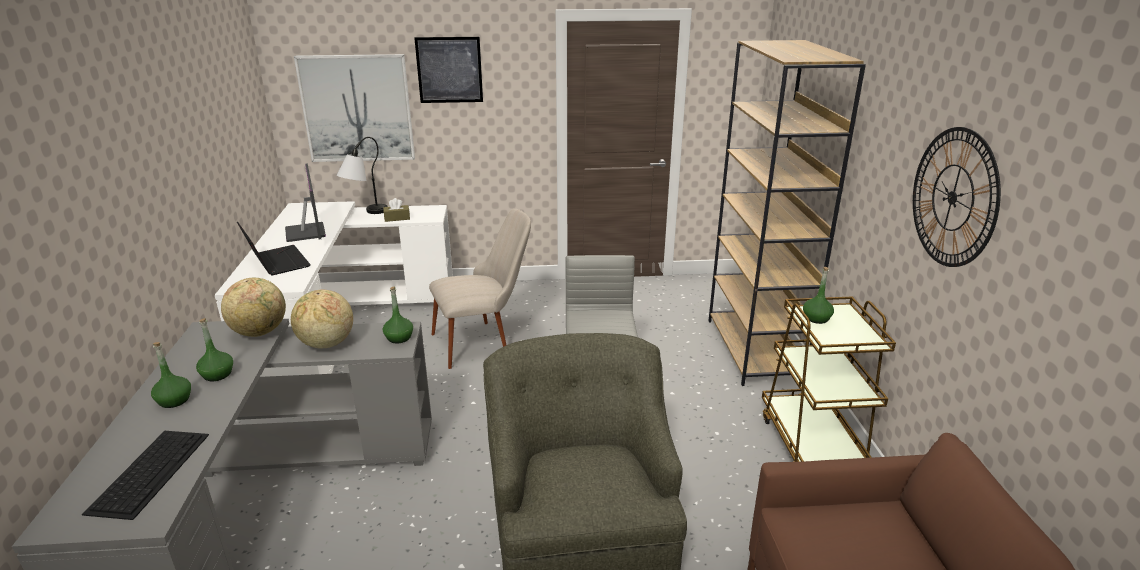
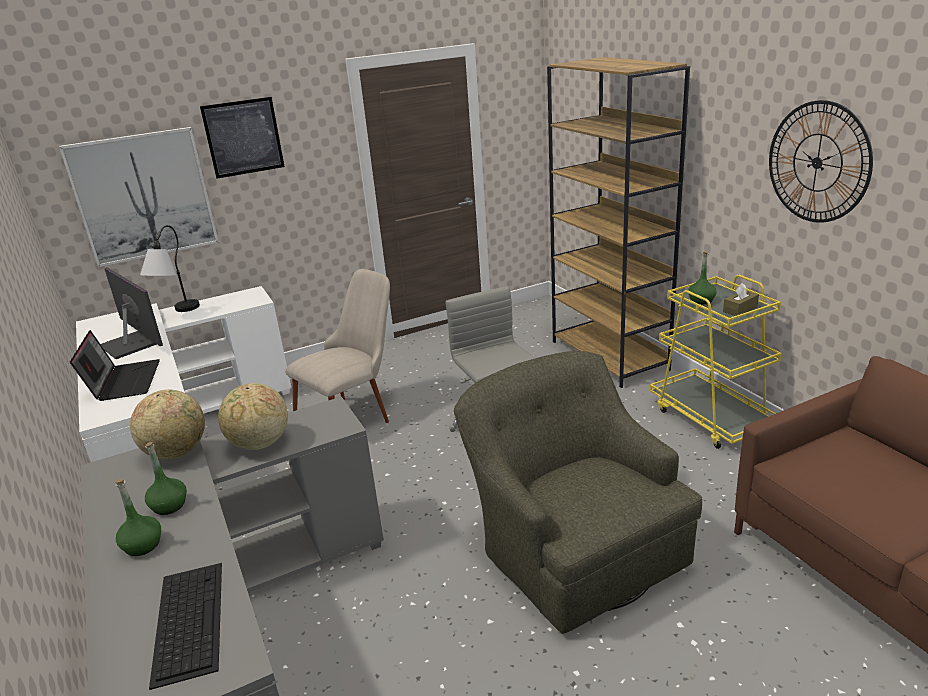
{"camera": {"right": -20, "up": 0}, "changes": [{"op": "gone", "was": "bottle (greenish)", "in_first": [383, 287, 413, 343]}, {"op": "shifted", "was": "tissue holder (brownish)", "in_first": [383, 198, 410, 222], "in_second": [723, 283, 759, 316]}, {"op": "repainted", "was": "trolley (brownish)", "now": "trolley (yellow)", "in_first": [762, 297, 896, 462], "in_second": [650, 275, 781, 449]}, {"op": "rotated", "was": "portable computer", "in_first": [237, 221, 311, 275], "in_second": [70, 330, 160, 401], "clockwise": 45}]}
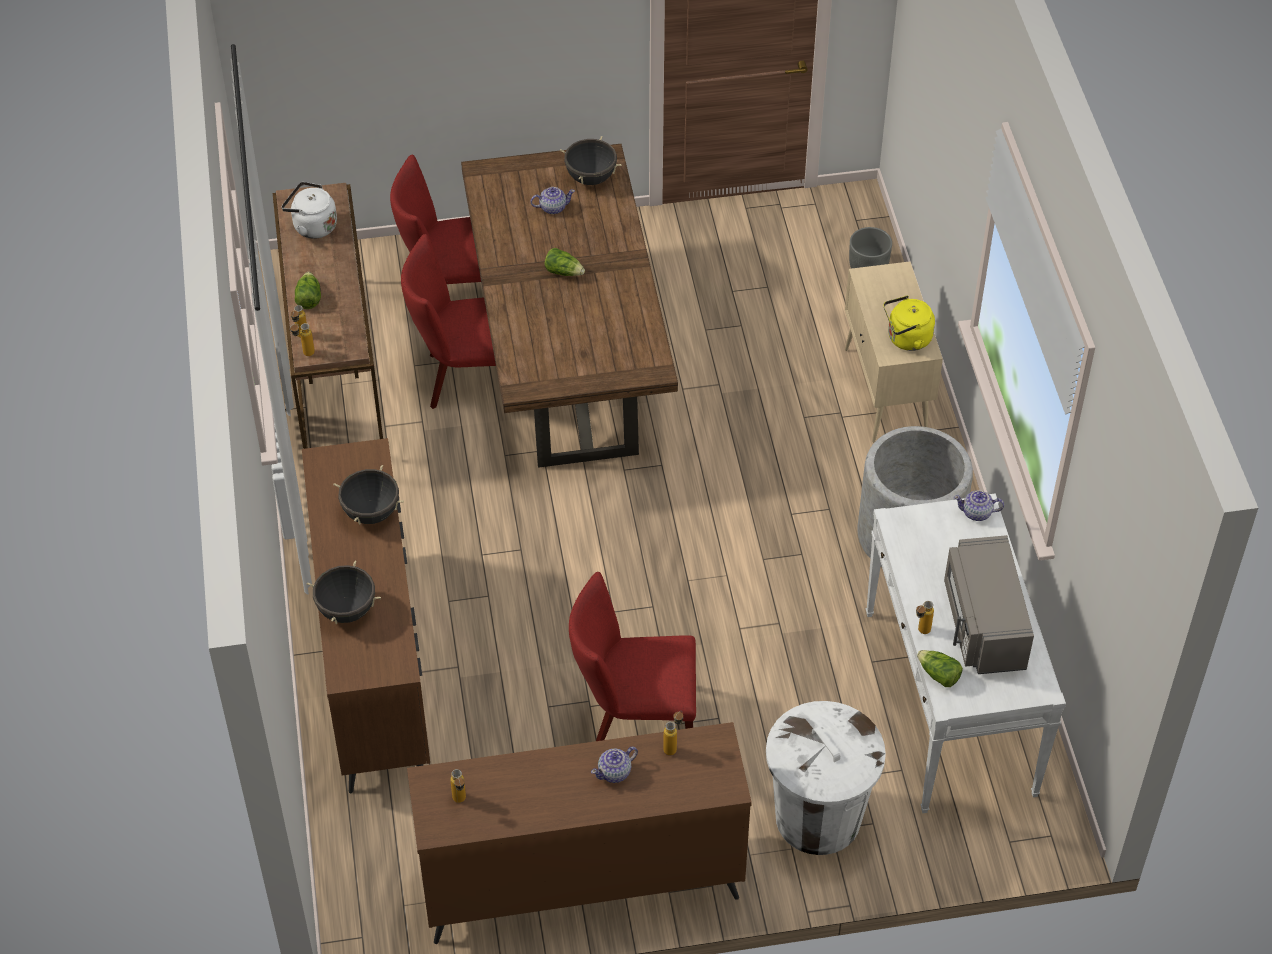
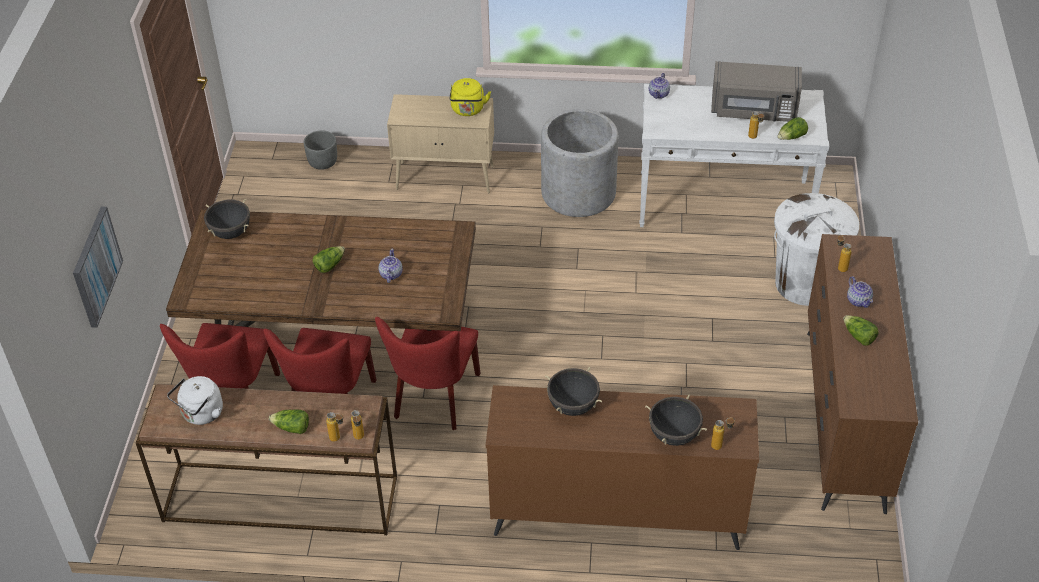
{"camera": {"right": -75, "up": -5}, "changes": [{"op": "new", "now": "wall picture", "in_second": [73, 207, 123, 328]}, {"op": "new", "now": "head of lettuce", "in_second": [843, 315, 879, 346]}, {"op": "shifted", "was": "bottle", "in_first": [450, 769, 466, 803], "in_second": [711, 418, 735, 450]}, {"op": "shifted", "was": "pot for tea", "in_first": [531, 187, 575, 214], "in_second": [379, 248, 403, 283]}, {"op": "shifted", "was": "chair (reddish)", "in_first": [569, 572, 696, 741], "in_second": [375, 317, 480, 430]}]}
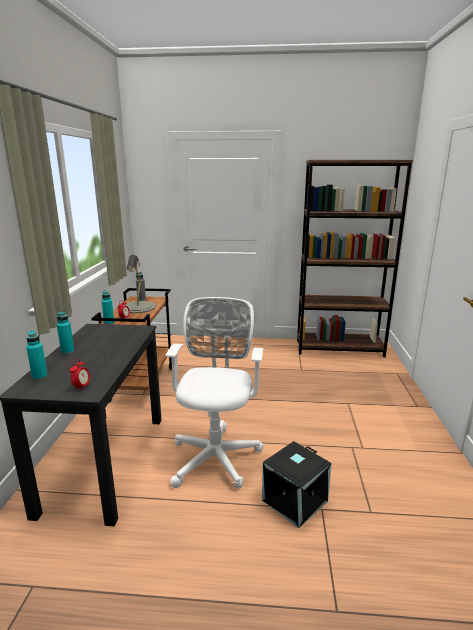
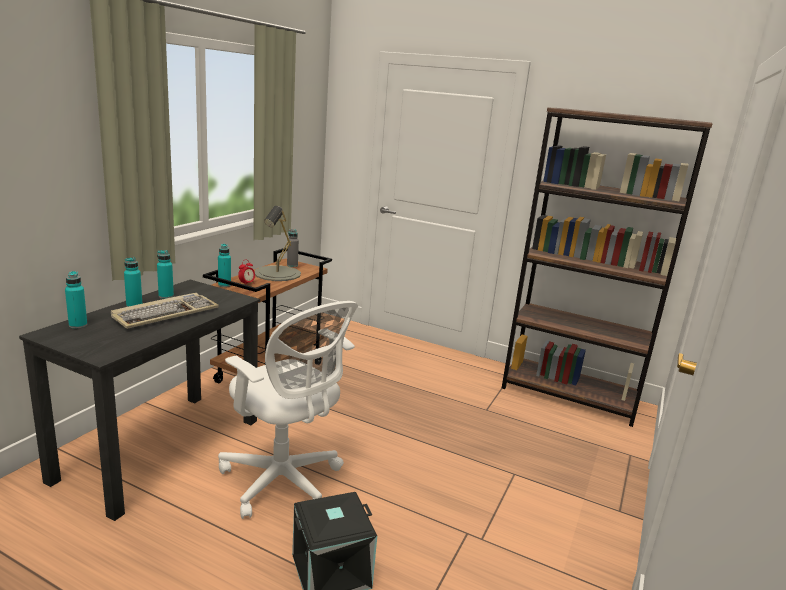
{"camera": {"right": 20, "up": 0}, "changes": [{"op": "gone", "was": "table clock", "in_first": [69, 359, 90, 388]}, {"op": "new", "now": "PC keyboard", "in_second": [111, 293, 219, 329]}, {"op": "new", "now": "bottle (turquoise)", "in_second": [157, 250, 174, 299]}, {"op": "rotated", "was": "computer chair (white-coloured)", "in_first": [166, 297, 264, 488], "in_second": [218, 301, 358, 519], "clockwise": 105}]}
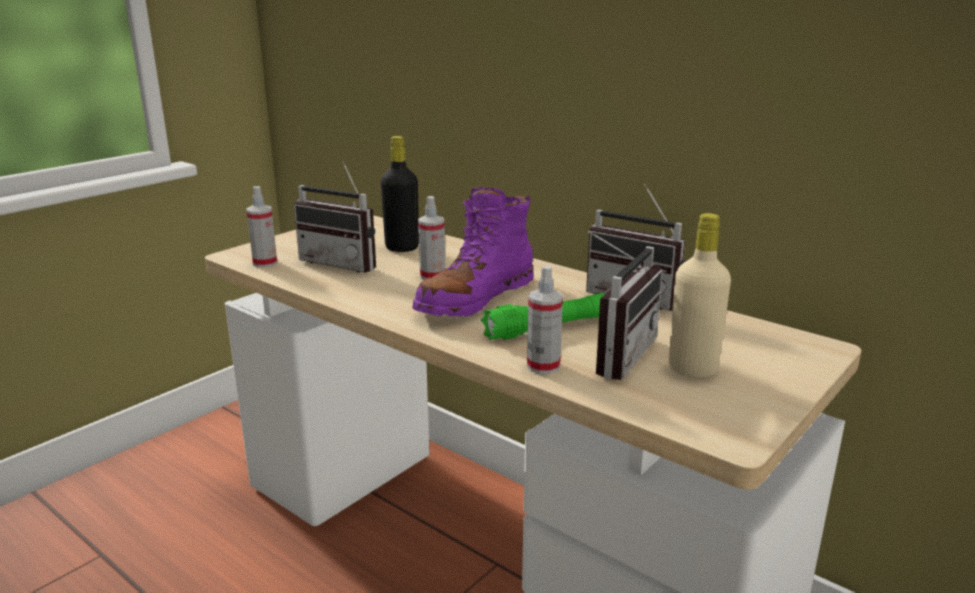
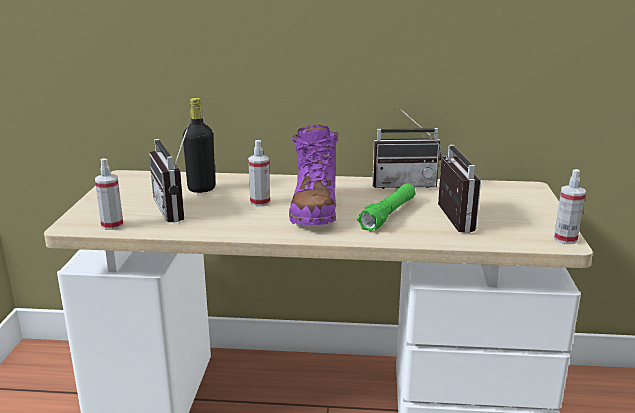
{"camera": {"right": -35, "up": 0}, "changes": [{"op": "gone", "was": "bottle (sand-coloured)", "in_first": [669, 213, 731, 378]}, {"op": "shifted", "was": "spray bottle", "in_first": [527, 266, 563, 374], "in_second": [554, 169, 586, 244]}, {"op": "rotated", "was": "radio", "in_first": [294, 161, 376, 273], "in_second": [149, 125, 189, 223], "clockwise": 75}]}
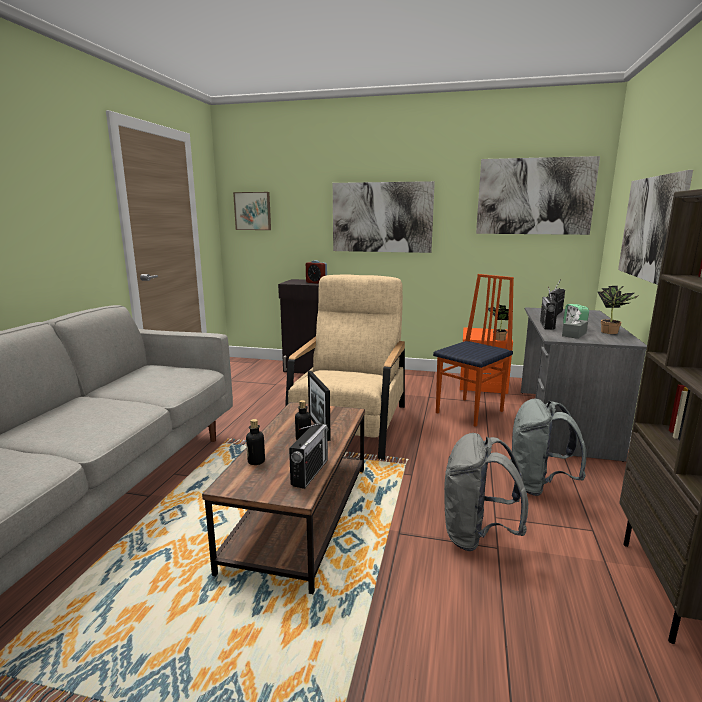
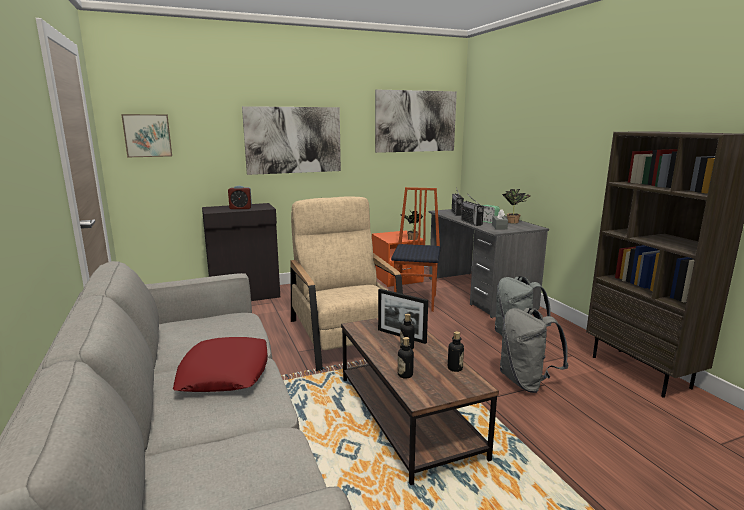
{"camera": {"right": -35, "up": 0}, "changes": [{"op": "gone", "was": "wall picture", "in_first": [618, 170, 693, 285]}, {"op": "new", "now": "throw pillow (reddish)", "in_second": [173, 337, 268, 392]}, {"op": "swapped", "was": "radio", "now": "bottle", "in_first": [289, 423, 328, 489], "in_second": [448, 331, 464, 372]}]}
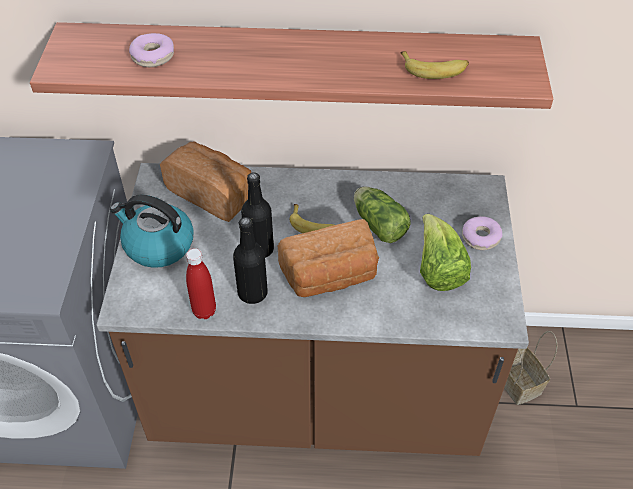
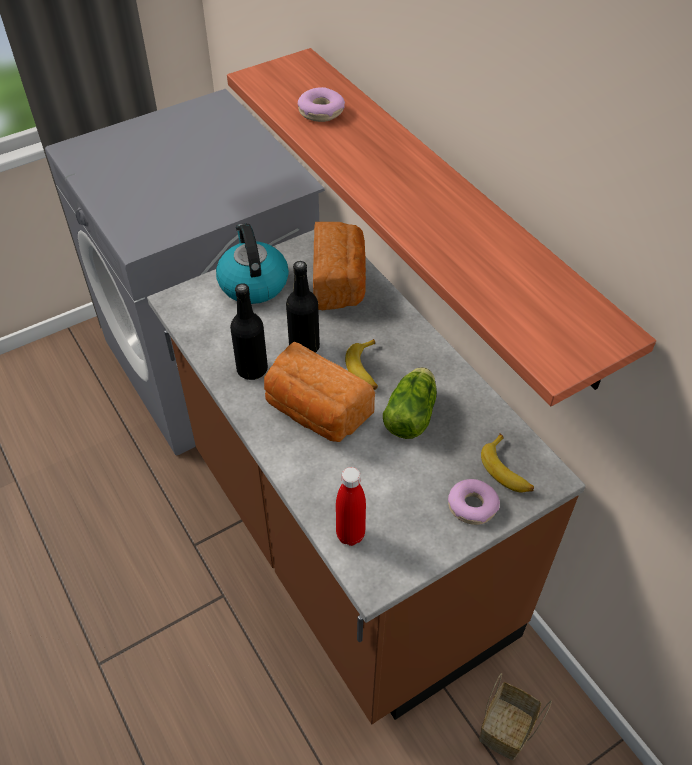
{"camera": {"right": 55, "up": 0}, "changes": [{"op": "gone", "was": "head of lettuce", "in_first": [420, 214, 471, 291]}, {"op": "shifted", "was": "bottle (reddish)", "in_first": [186, 248, 216, 319], "in_second": [336, 467, 366, 546]}, {"op": "shifted", "was": "whole banana", "in_first": [401, 51, 469, 79], "in_second": [481, 433, 534, 492]}]}
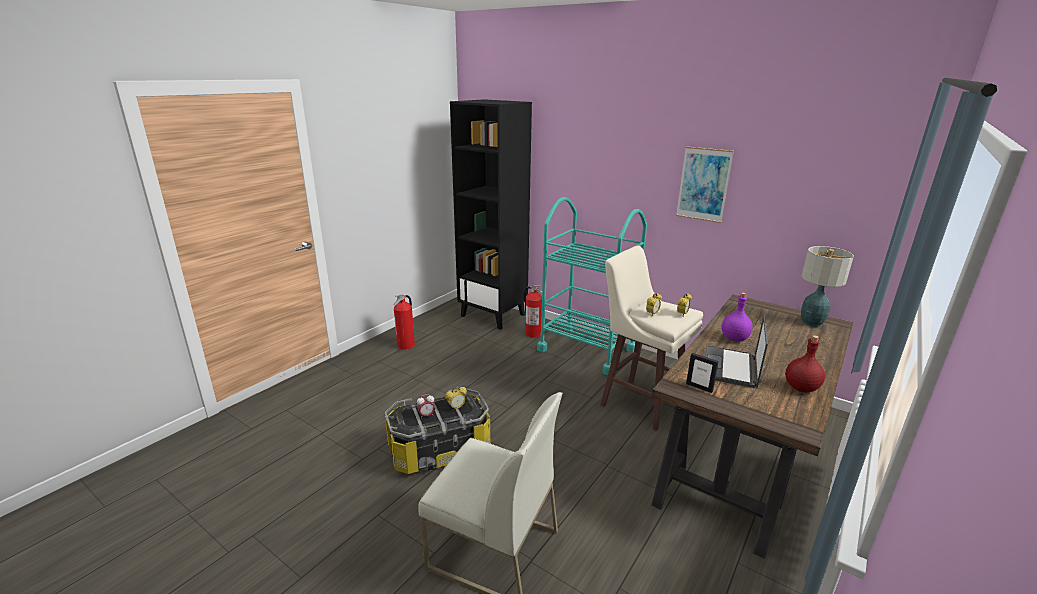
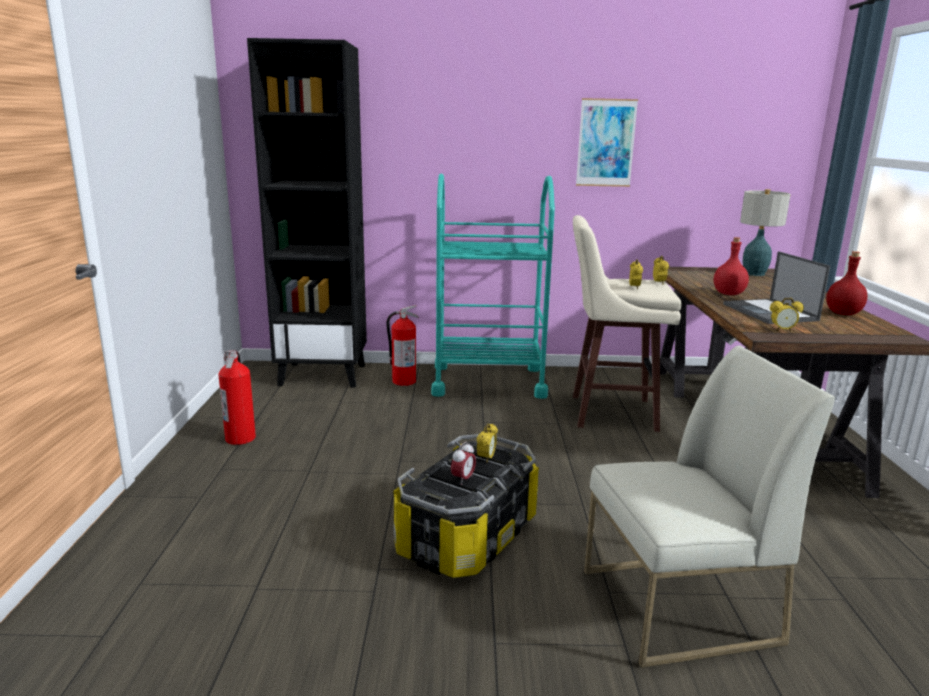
{"camera": {"right": -35, "up": -5}, "changes": [{"op": "swapped", "was": "standing frame", "now": "table clock", "in_first": [686, 353, 719, 393], "in_second": [770, 298, 804, 332]}, {"op": "repainted", "was": "bottle (purple-coloured)", "now": "bottle (reddish)", "in_first": [722, 292, 753, 342], "in_second": [714, 237, 749, 295]}]}
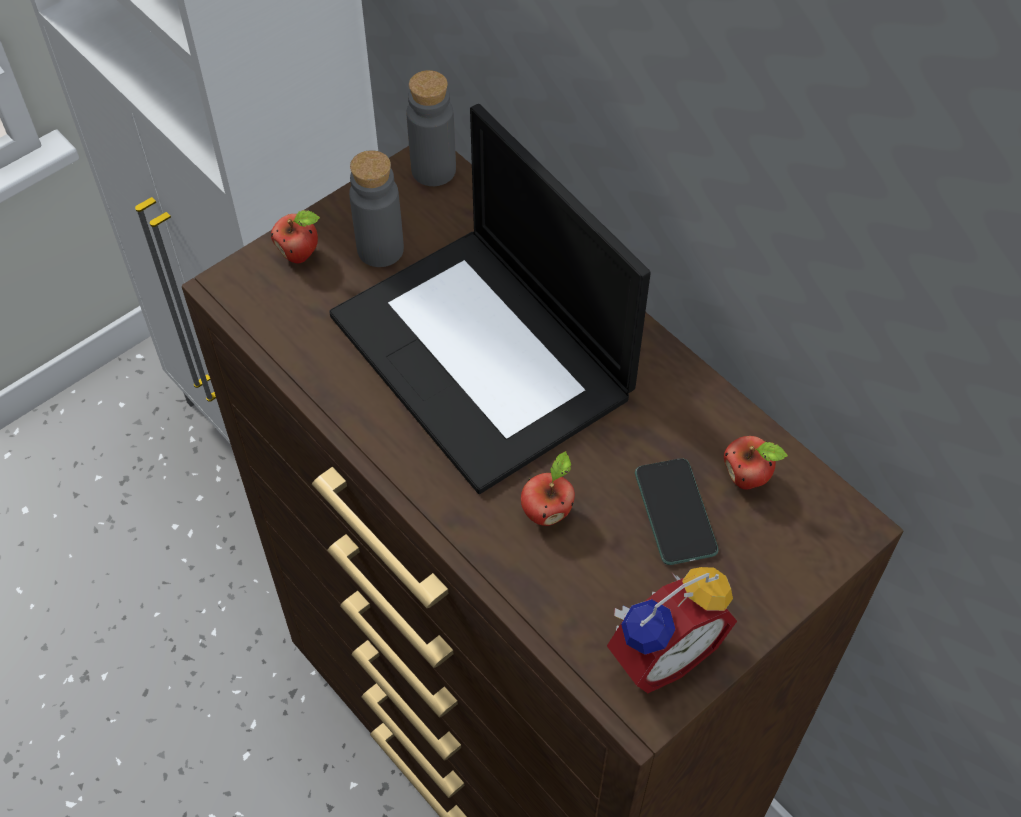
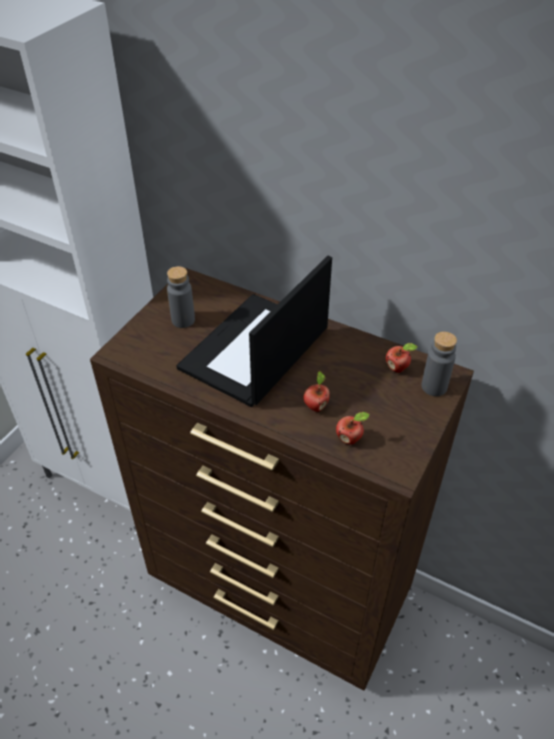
{"camera": {"right": -20, "up": -10}, "changes": [{"op": "gone", "was": "table clock", "in_first": [607, 567, 737, 693]}, {"op": "gone", "was": "telephone", "in_first": [635, 458, 718, 565]}, {"op": "shifted", "was": "whole apple", "in_first": [271, 210, 320, 263], "in_second": [336, 412, 370, 445]}, {"op": "shifted", "was": "bottle (gray)", "in_first": [407, 70, 456, 186], "in_second": [422, 332, 457, 396]}, {"op": "rotated", "was": "portable computer", "in_first": [329, 104, 651, 494], "in_second": [176, 256, 332, 407], "clockwise": 90}]}
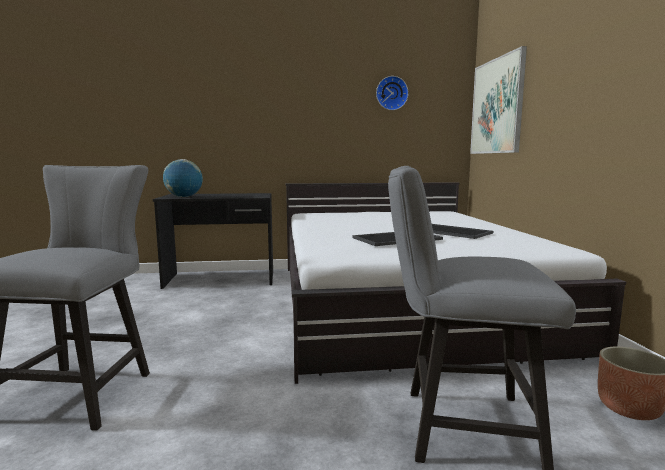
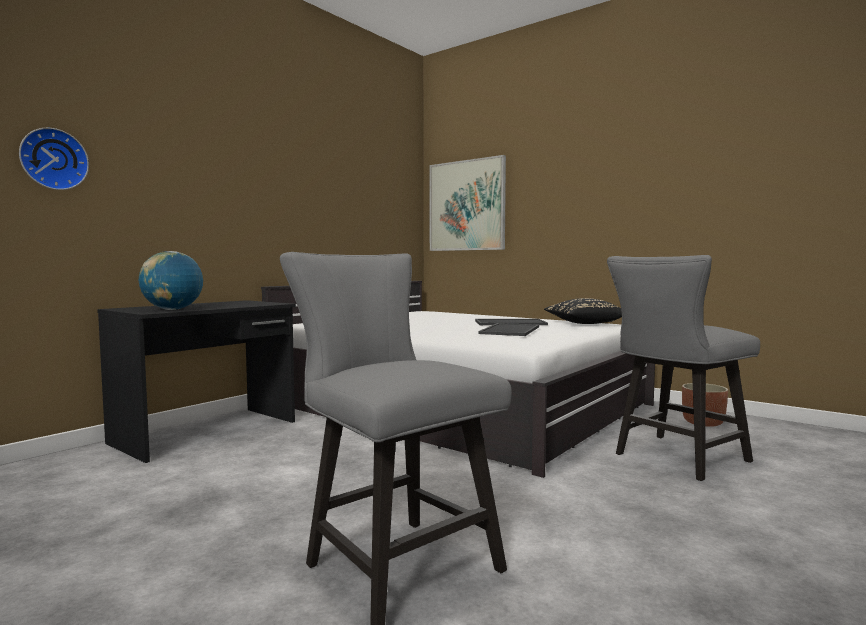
{"camera": {"right": -45, "up": -5}, "changes": [{"op": "new", "now": "throw pillow (blackish)", "in_second": [544, 298, 622, 324]}, {"op": "shifted", "was": "clock on the wall", "in_first": [376, 76, 409, 110], "in_second": [19, 128, 89, 190]}]}
